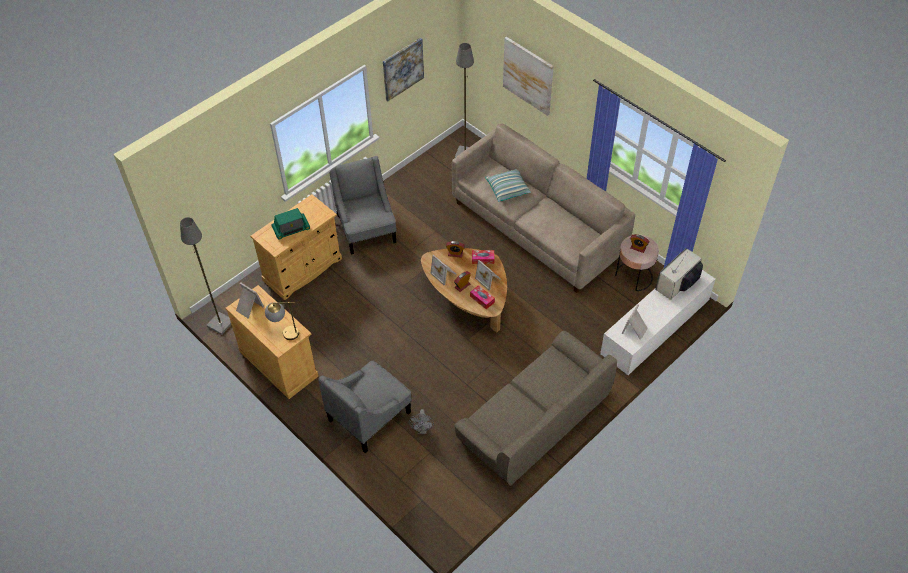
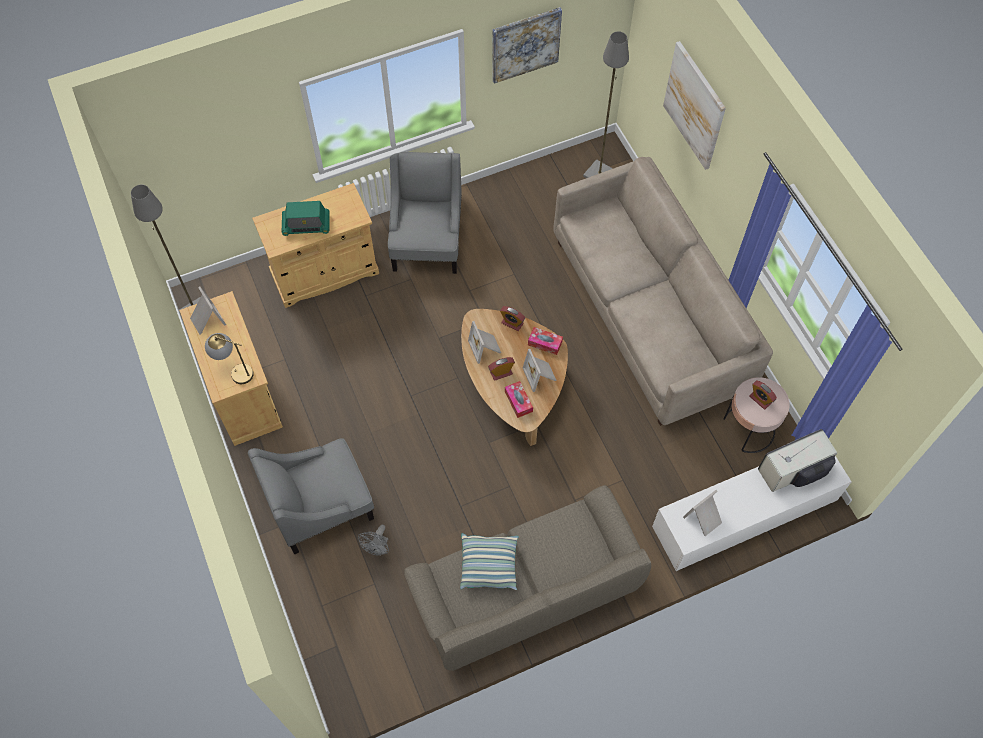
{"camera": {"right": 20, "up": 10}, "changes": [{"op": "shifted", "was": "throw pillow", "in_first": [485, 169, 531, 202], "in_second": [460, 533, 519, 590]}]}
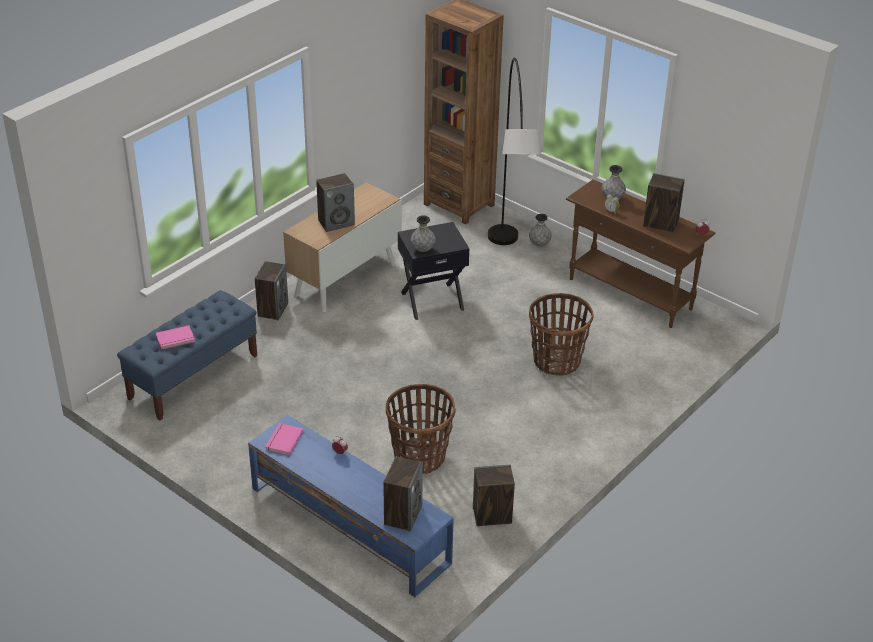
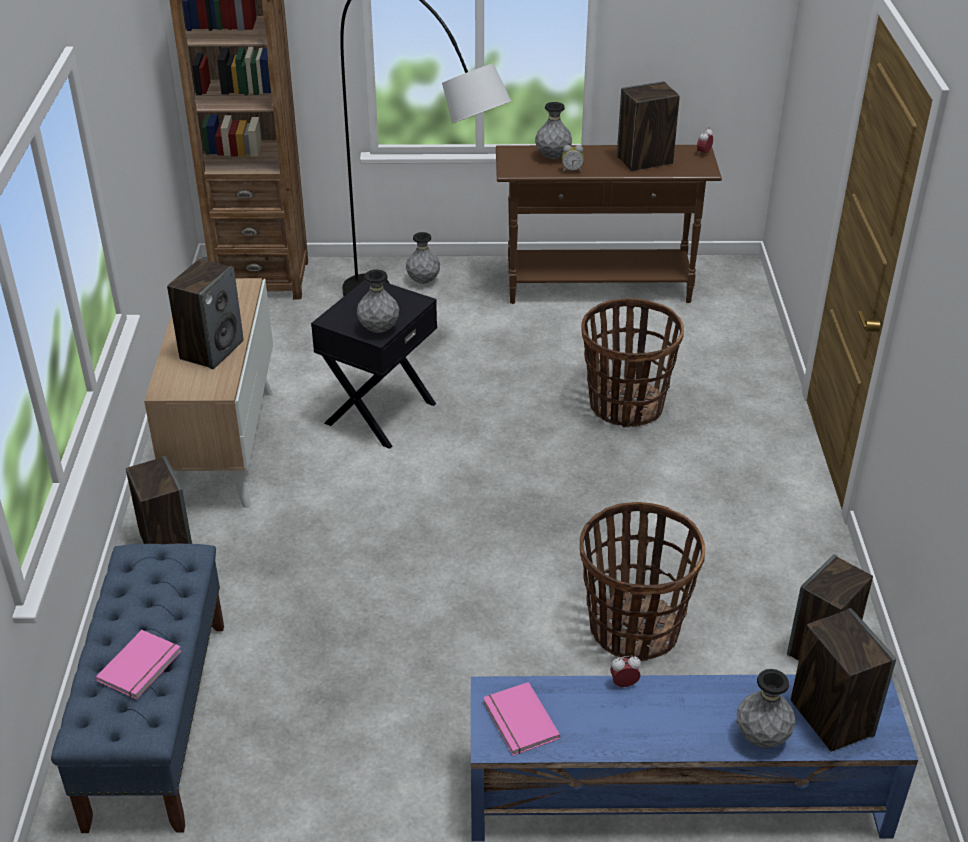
{"camera": {"right": -40, "up": 0}, "changes": [{"op": "new", "now": "vase (gray)", "in_second": [737, 669, 795, 748]}]}
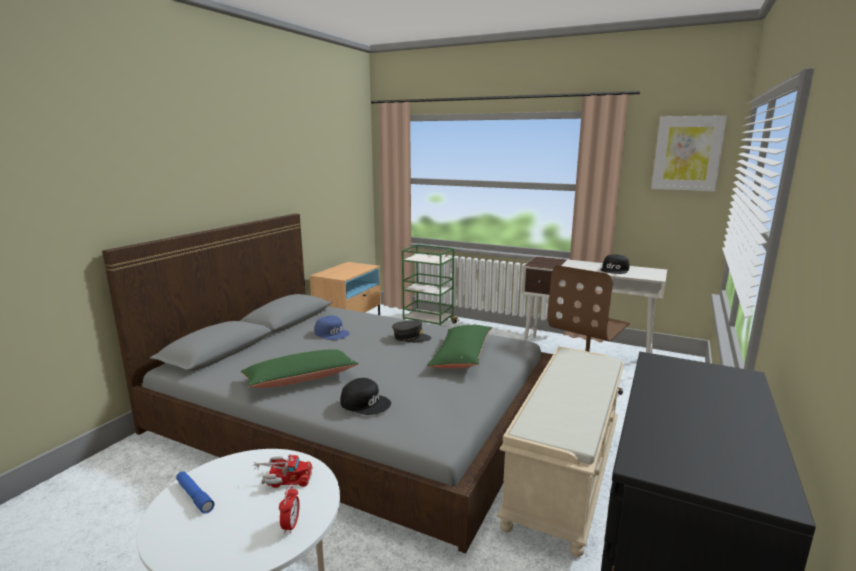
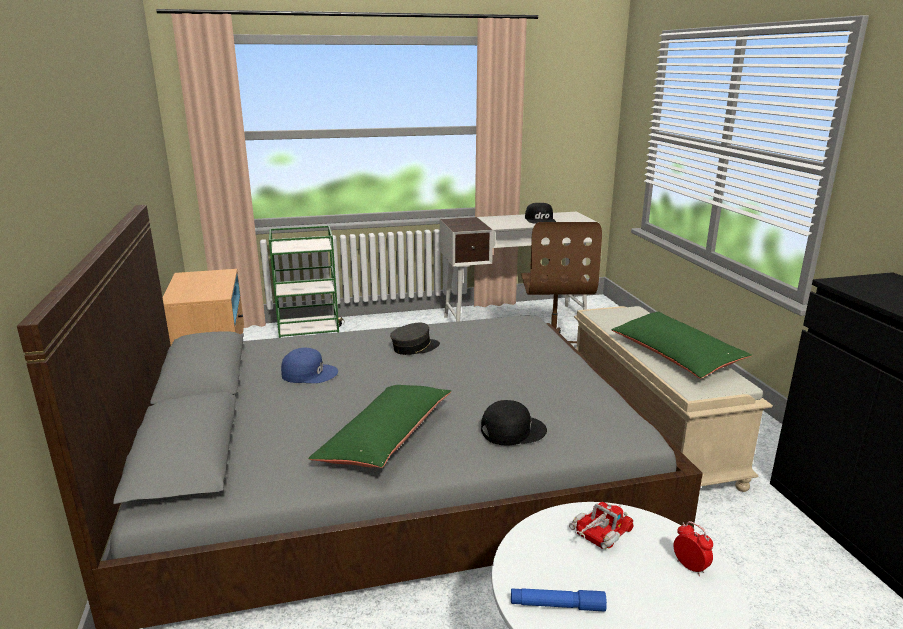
{"camera": {"right": -40, "up": 5}, "changes": [{"op": "gone", "was": "wall picture", "in_first": [651, 115, 727, 191]}, {"op": "shifted", "was": "throw pillow (greenish)", "in_first": [427, 325, 492, 368], "in_second": [611, 311, 752, 378]}]}
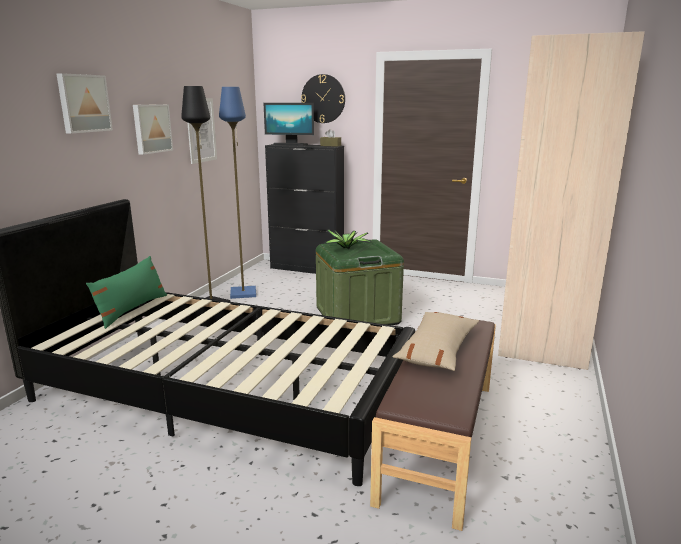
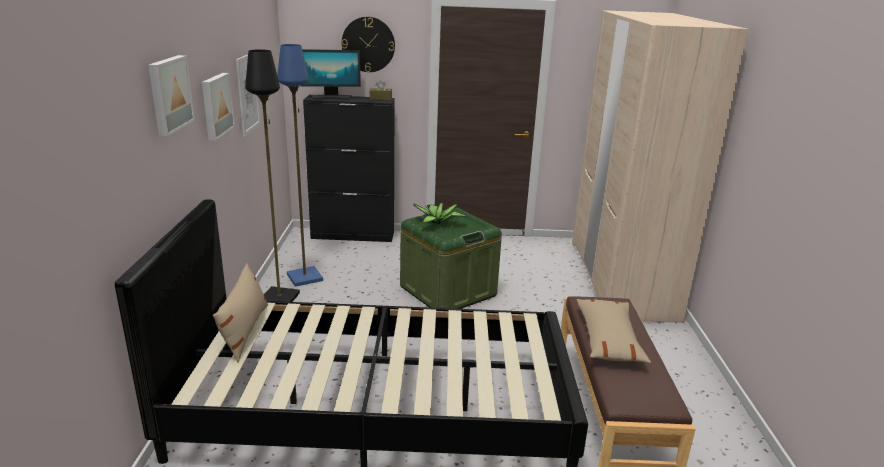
{"camera": {"right": -20, "up": 5}, "changes": [{"op": "repainted", "was": "throw pillow (greenish)", "now": "throw pillow (sand-coloured)", "in_first": [86, 256, 167, 329], "in_second": [213, 263, 268, 362]}]}
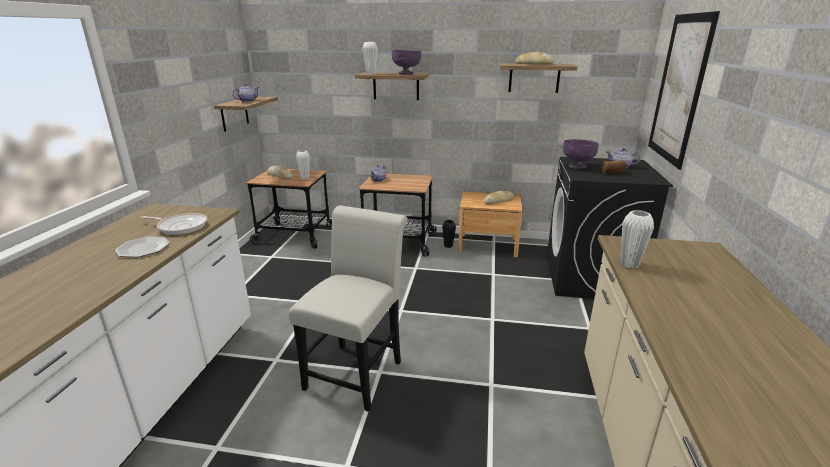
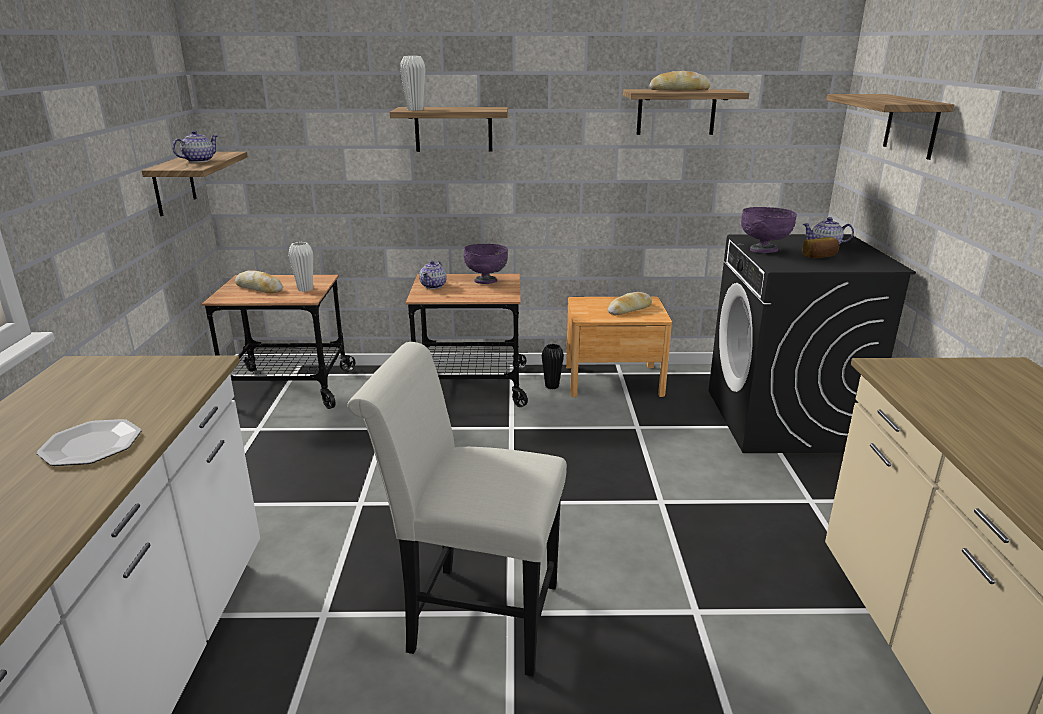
{"camera": {"right": -10, "up": 0}, "changes": [{"op": "gone", "was": "skillet", "in_first": [140, 213, 208, 235]}, {"op": "gone", "was": "vase (white-coloured)", "in_first": [620, 210, 654, 268]}, {"op": "shifted", "was": "serving bowl (purple-coloured)", "in_first": [392, 50, 421, 74], "in_second": [464, 244, 508, 284]}, {"op": "swapped", "was": "wall picture", "now": "shelf", "in_first": [648, 11, 720, 170], "in_second": [826, 94, 954, 160]}, {"op": "rotated", "was": "chair (white-coloured)", "in_first": [289, 206, 407, 412], "in_second": [347, 342, 567, 676], "clockwise": -90}]}
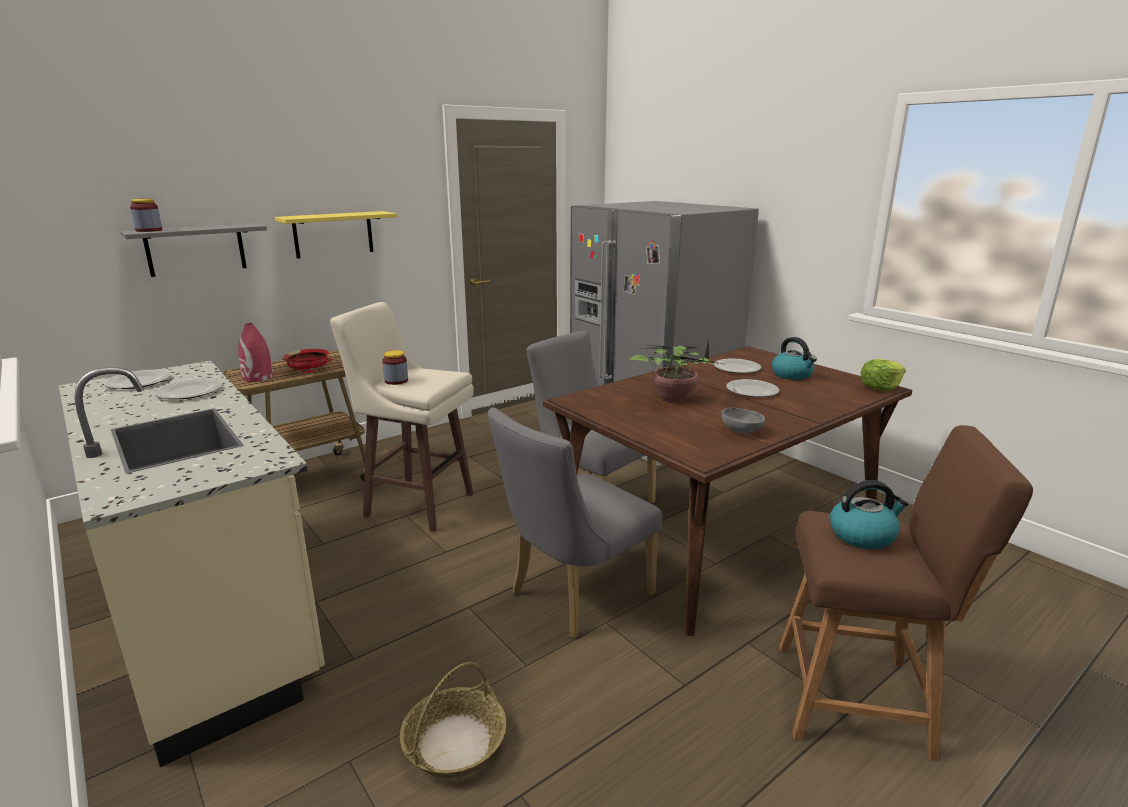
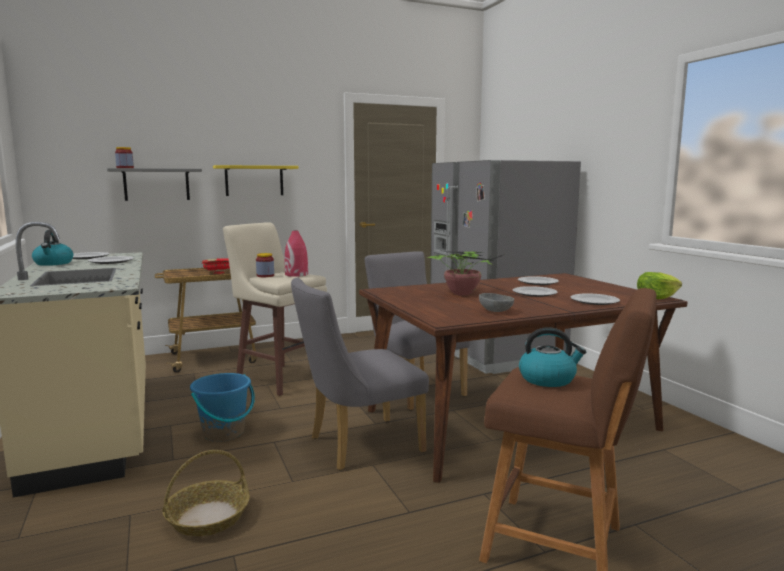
{"camera": {"right": 15, "up": -10}, "changes": [{"op": "new", "now": "water bucket (blue)", "in_second": [190, 373, 255, 442]}, {"op": "new", "now": "flat dish", "in_second": [570, 293, 620, 305]}, {"op": "shifted", "was": "vase (reddish)", "in_first": [238, 323, 273, 382], "in_second": [285, 231, 308, 277]}, {"op": "shifted", "was": "kettle", "in_first": [772, 337, 817, 380], "in_second": [32, 230, 73, 266]}]}
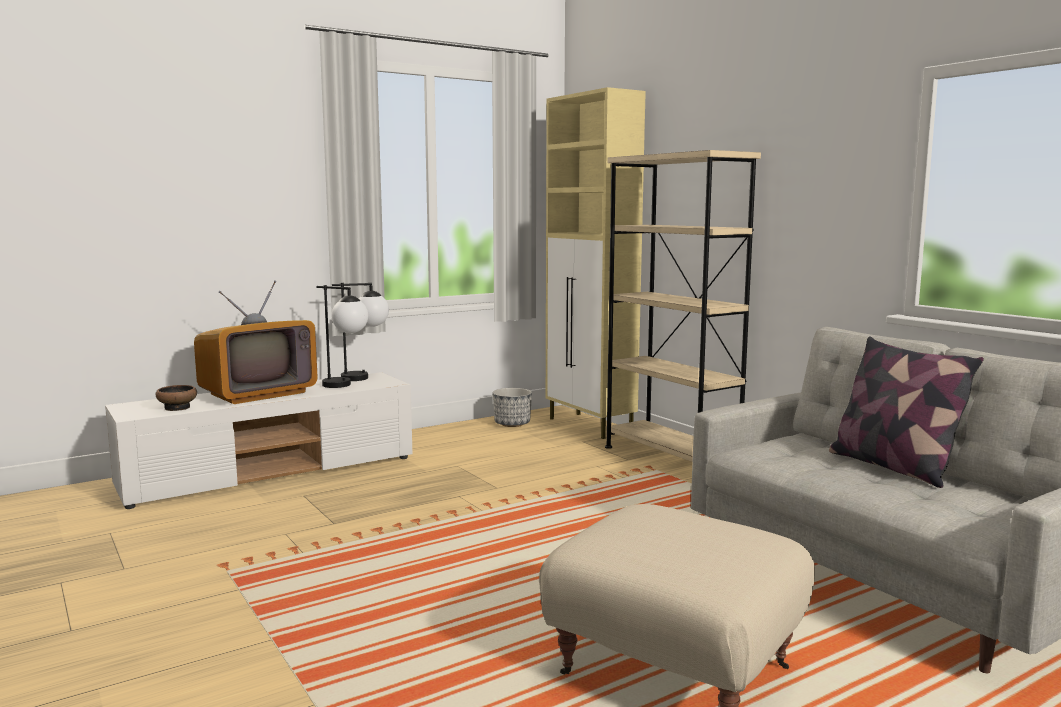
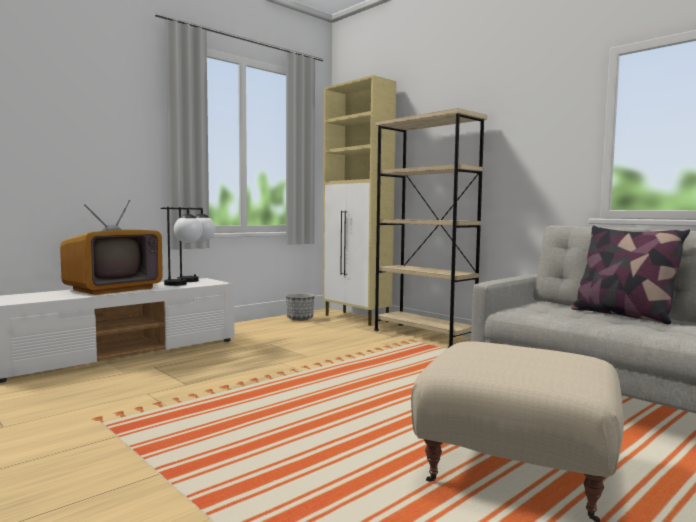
{"camera": {"right": -10, "up": -5}, "changes": [{"op": "gone", "was": "serving bowl", "in_first": [155, 385, 197, 411]}]}
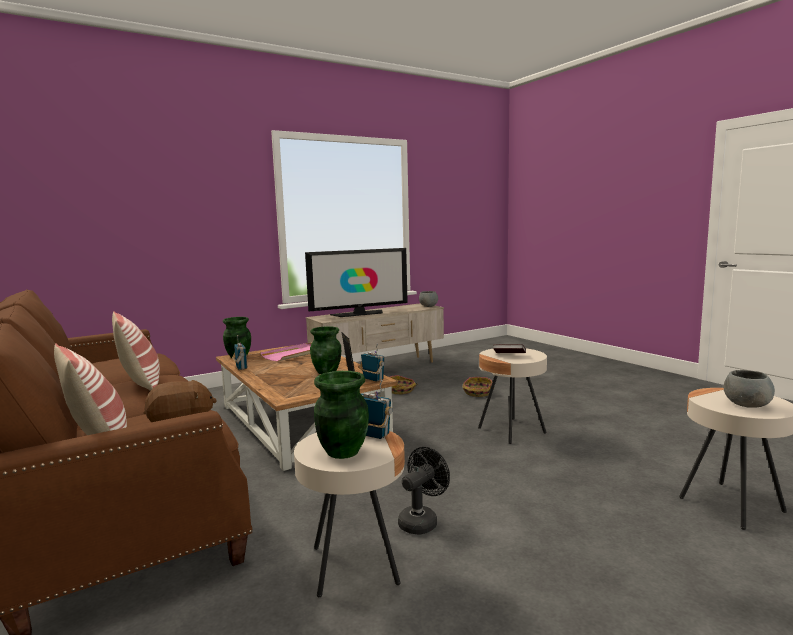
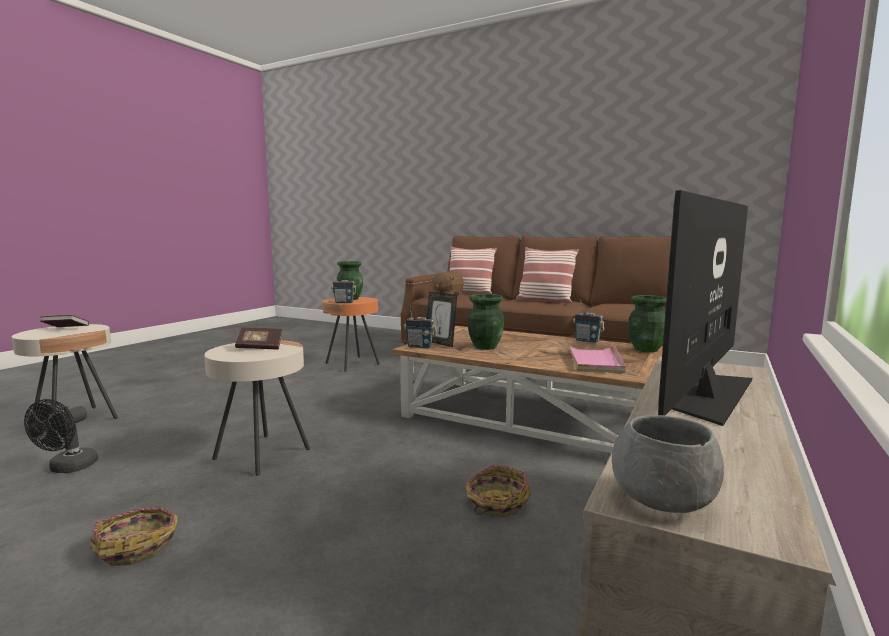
{"camera": {"right": 150, "up": 0}, "changes": [{"op": "shifted", "was": "fan (blackish)", "in_first": [398, 447, 450, 535], "in_second": [24, 399, 98, 473]}, {"op": "shifted", "was": "storage basket", "in_first": [463, 377, 492, 397], "in_second": [89, 507, 178, 566]}, {"op": "swapped", "was": "serving bowl (gray)", "now": "bound book", "in_first": [723, 370, 775, 408], "in_second": [41, 315, 89, 327]}, {"op": "repainted", "was": "accent table (sand-coloured)", "now": "accent table (orange)", "in_first": [294, 431, 405, 597], "in_second": [323, 297, 380, 372]}]}
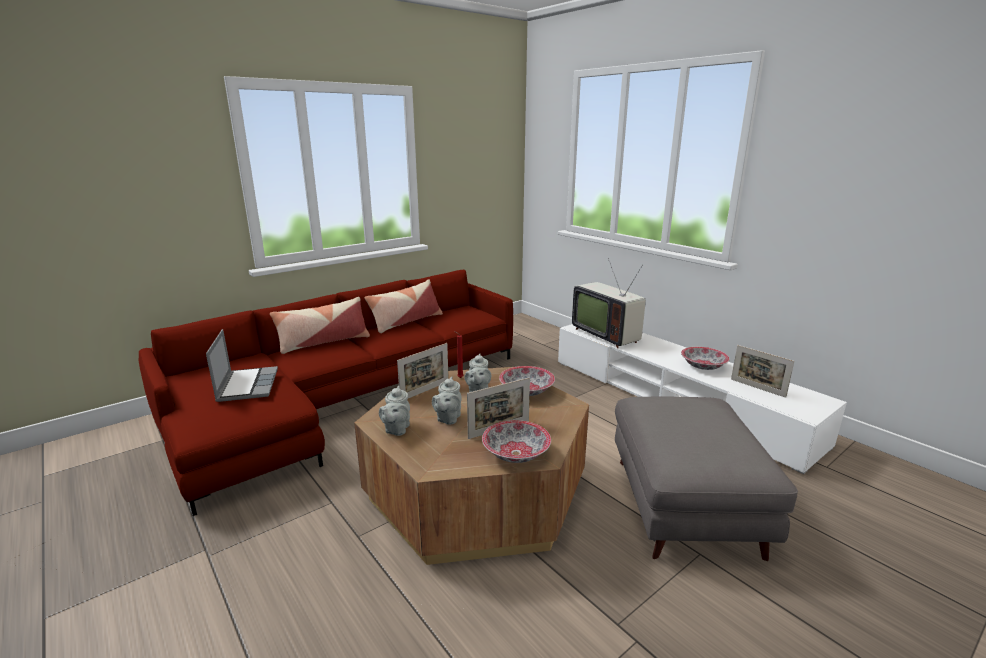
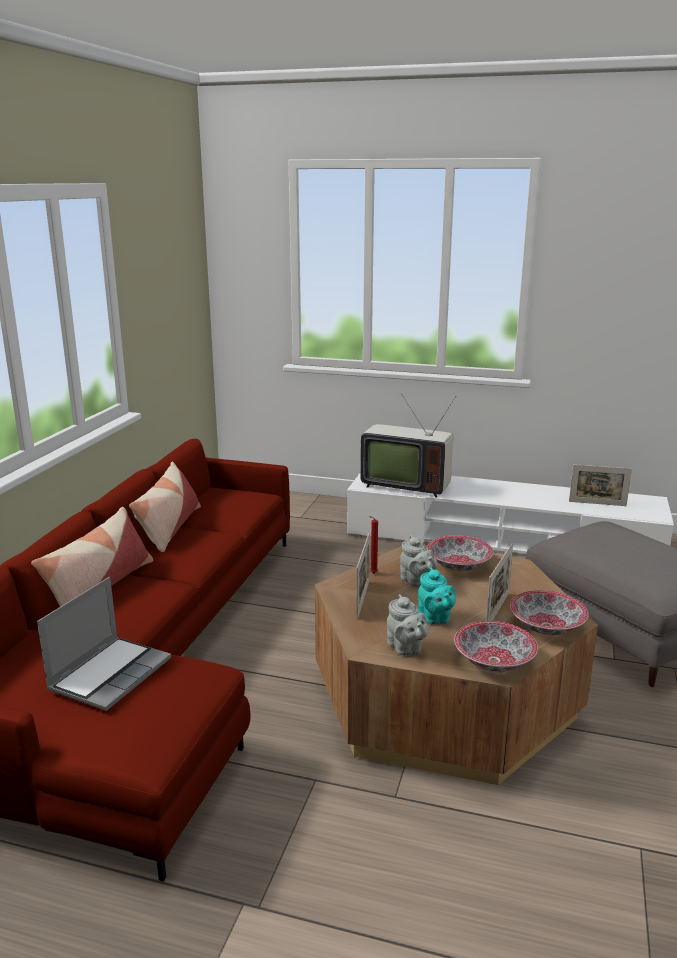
{"camera": {"right": -35, "up": 0}, "changes": [{"op": "shifted", "was": "serving bowl", "in_first": [681, 347, 729, 370], "in_second": [454, 621, 538, 672]}, {"op": "repainted", "was": "pot for tea (gray)", "now": "pot for tea (turquoise)", "in_first": [432, 376, 462, 425], "in_second": [418, 567, 456, 625]}, {"op": "rotated", "was": "portable computer", "in_first": [206, 329, 278, 402], "in_second": [37, 577, 171, 711], "clockwise": 75}]}
